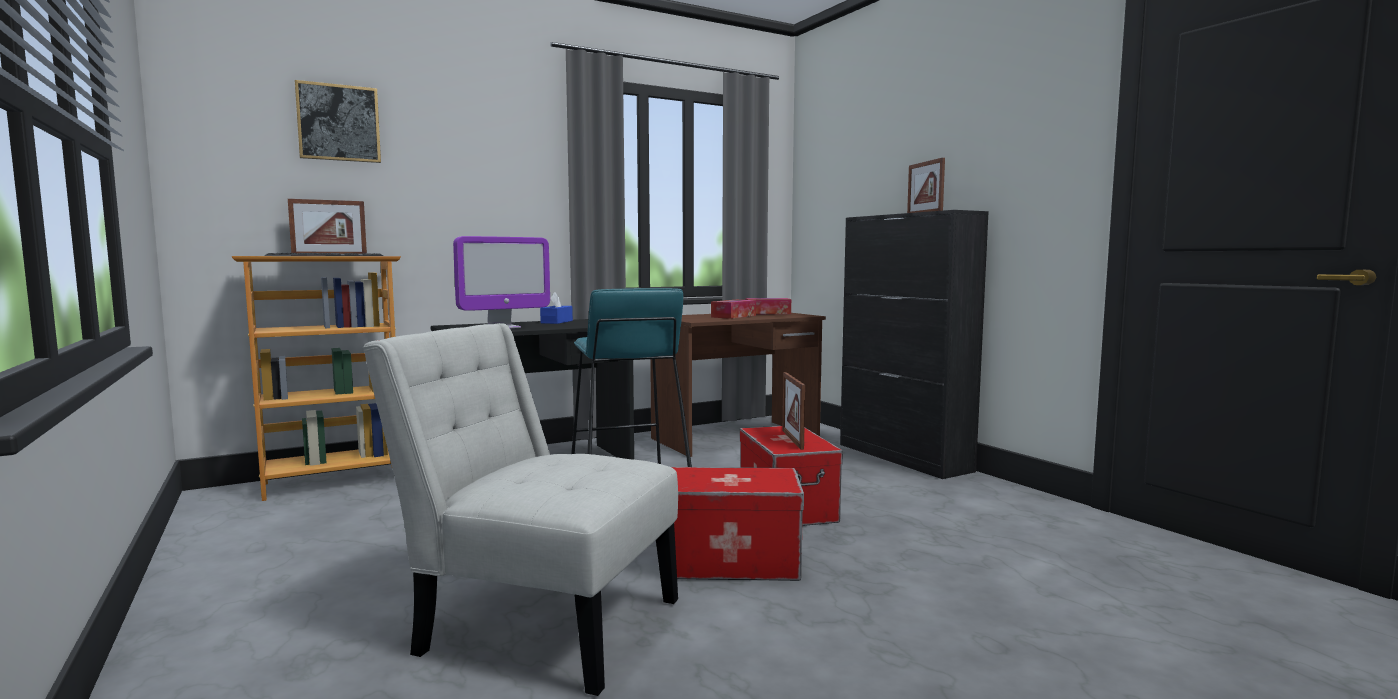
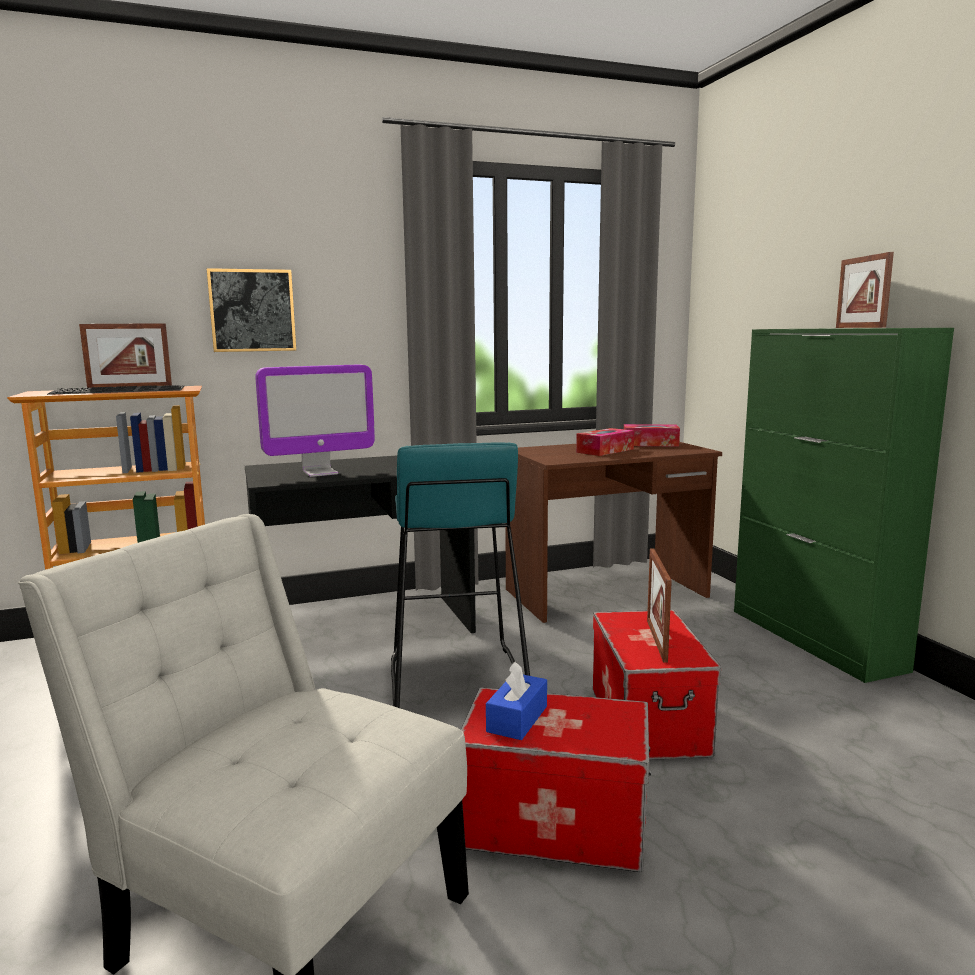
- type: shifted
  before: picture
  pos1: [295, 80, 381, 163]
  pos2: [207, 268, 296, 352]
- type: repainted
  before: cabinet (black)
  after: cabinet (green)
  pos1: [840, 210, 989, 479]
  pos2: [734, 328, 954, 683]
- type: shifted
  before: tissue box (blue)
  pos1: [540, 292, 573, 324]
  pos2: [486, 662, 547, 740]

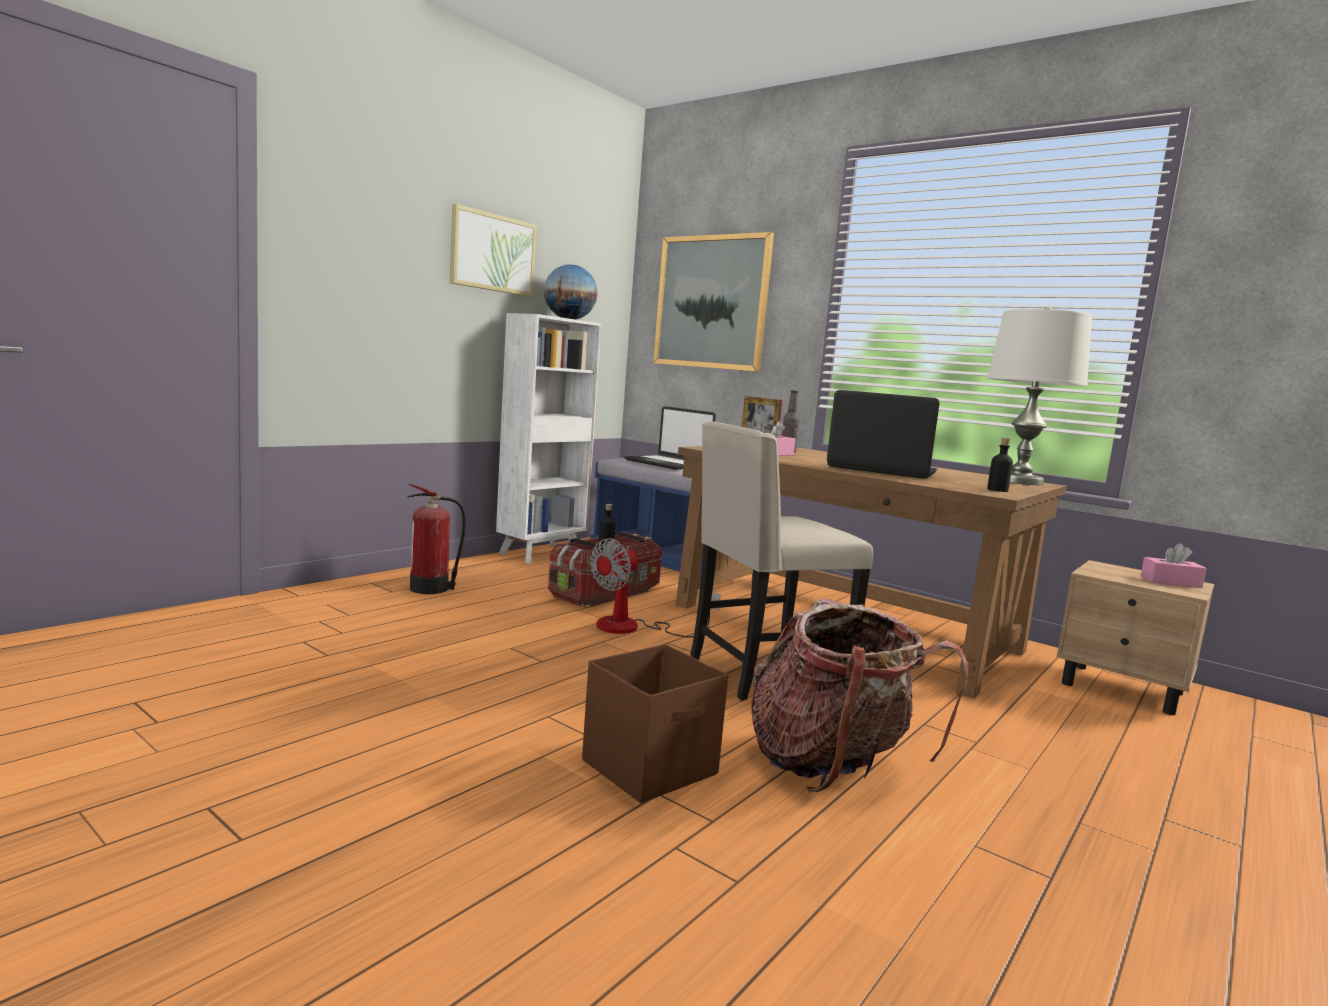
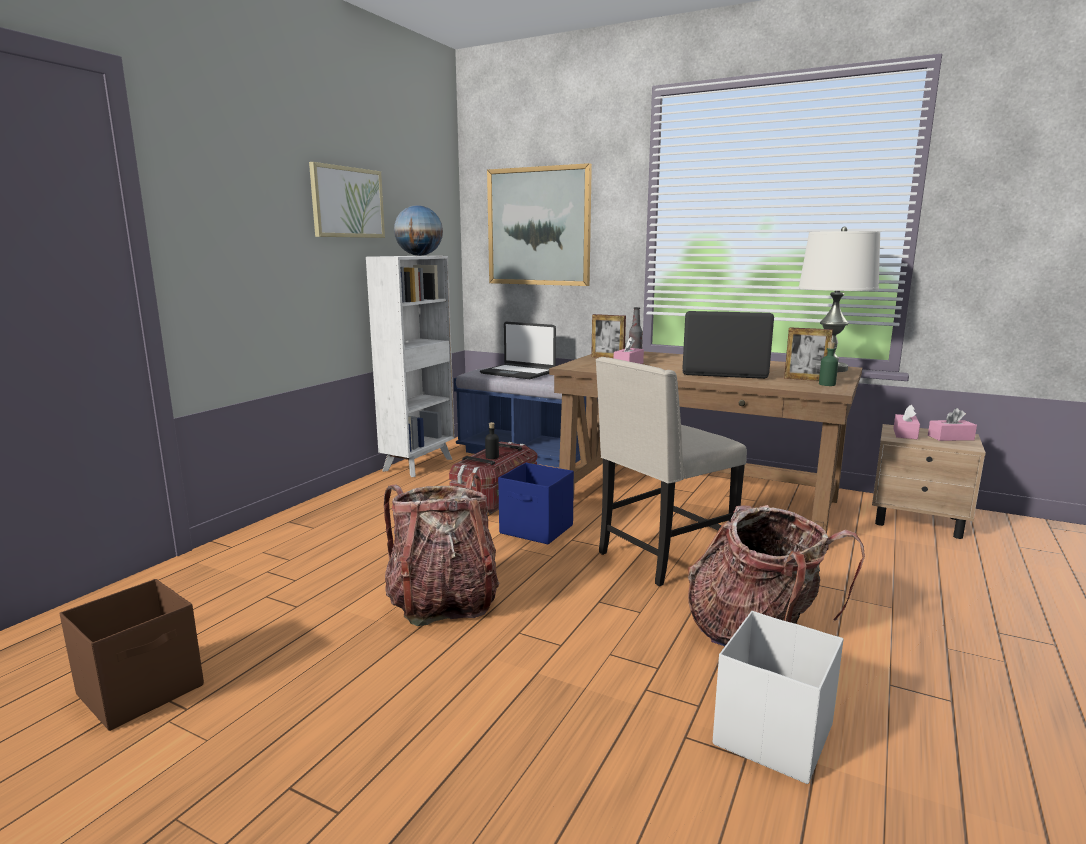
- type: repainted
  before: bottle (black)
  after: bottle (green)
  pos1: [987, 438, 1013, 492]
  pos2: [819, 342, 838, 386]
- type: gone
  before: fire extinguisher
  pos1: [407, 484, 466, 594]
- type: swapped
  before: fan
  after: storage box (blue)
  pos1: [590, 538, 720, 638]
  pos2: [498, 463, 574, 544]
- type: shifted
  before: storage box (brown)
  pos1: [582, 644, 728, 803]
  pos2: [60, 579, 204, 731]
- type: new
  after: picture frame
  pos2: [784, 327, 833, 381]
- type: new
  after: tissue box (pink)
  pos2: [893, 405, 920, 439]
- type: new
  after: backpack
  pos2: [384, 473, 500, 626]
- type: new
  after: storage box (white)
  pos2: [713, 611, 843, 784]

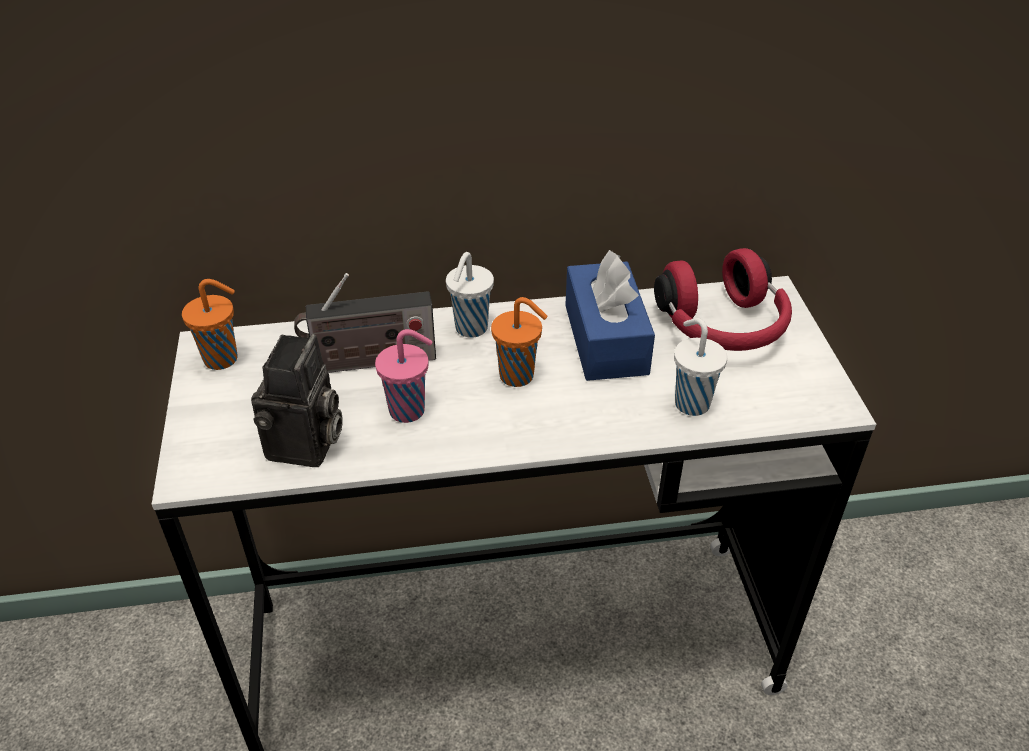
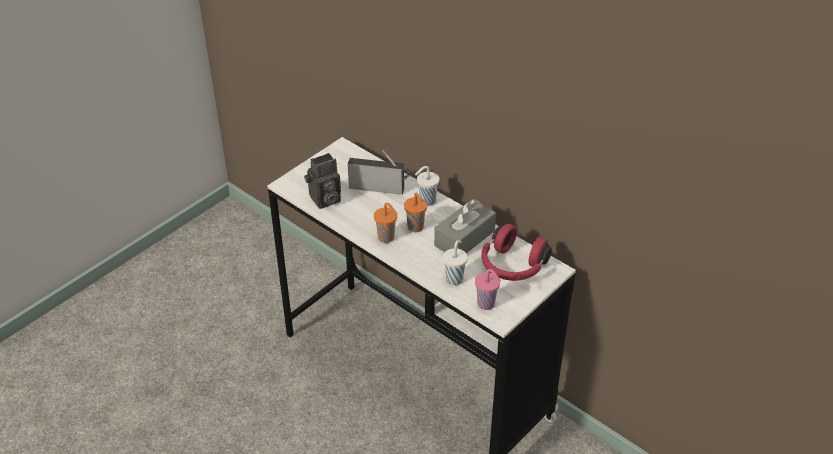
- type: repainted
  before: tissue box (blue)
  after: tissue box (grey)
  pos1: [565, 250, 655, 381]
  pos2: [434, 199, 496, 253]
- type: rotated
  before: radio
  pos1: [294, 273, 436, 373]
  pos2: [348, 150, 410, 195]
  turn: 150
- type: shifted
  before: cup (orange)
  pos1: [182, 279, 238, 370]
  pos2: [374, 203, 397, 243]
- type: shifted
  before: cup (pink)
  pos1: [375, 329, 432, 423]
  pos2: [475, 269, 501, 310]

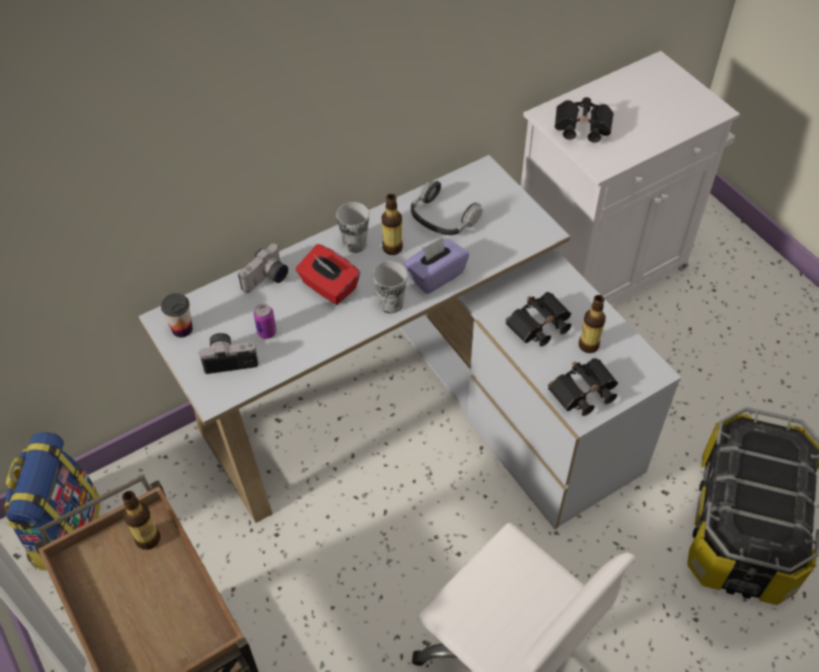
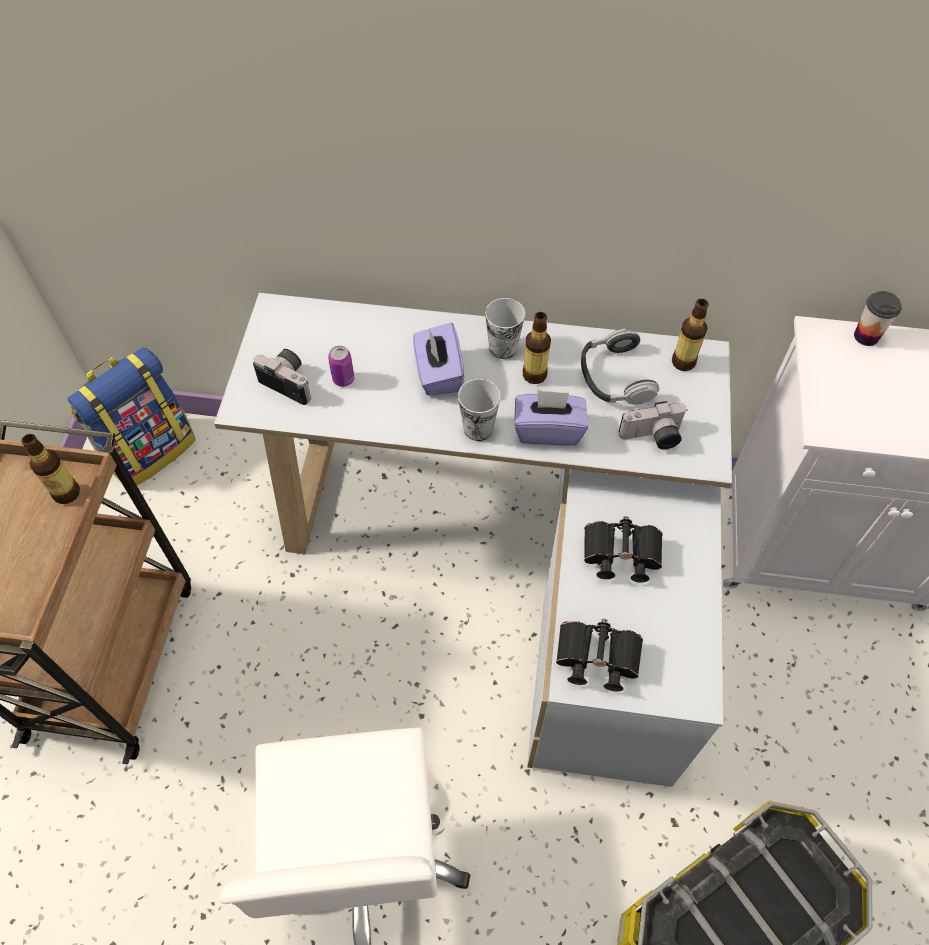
- type: gone
  before: binoculars (black)
  pos1: [555, 97, 614, 143]
- type: shifted
  before: photo camera
  pos1: [238, 244, 288, 293]
  pos2: [619, 401, 687, 449]
- type: repainted
  before: tissue box (red)
  after: tissue box (purple)
  pos1: [296, 244, 360, 305]
  pos2: [413, 323, 464, 396]
- type: shifted
  before: cup
  pos1: [161, 293, 193, 338]
  pos2: [854, 291, 902, 346]
- type: shifted
  before: bottle
  pos1: [579, 295, 606, 353]
  pos2: [672, 299, 709, 371]

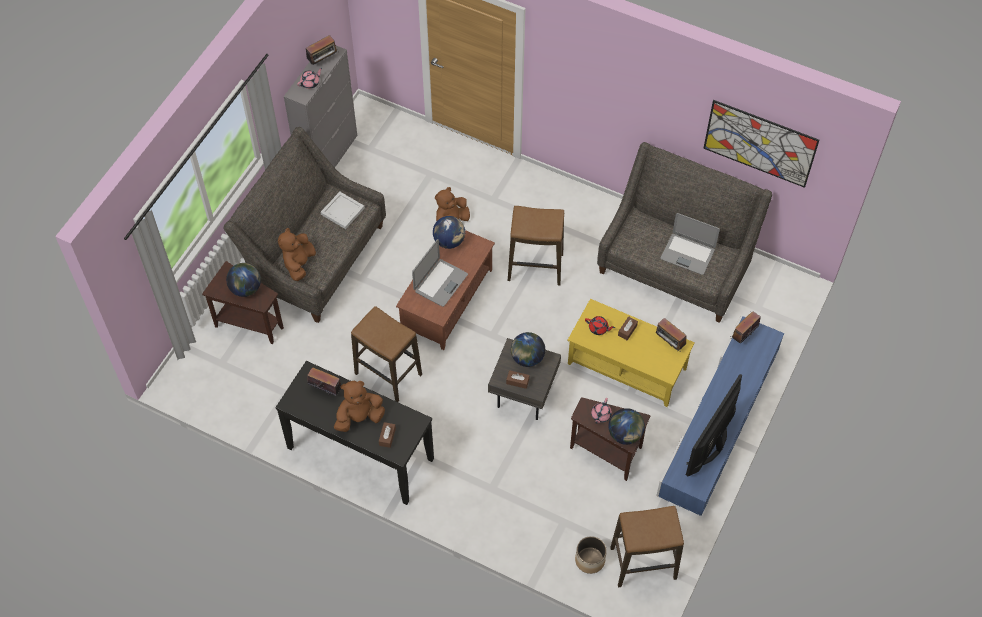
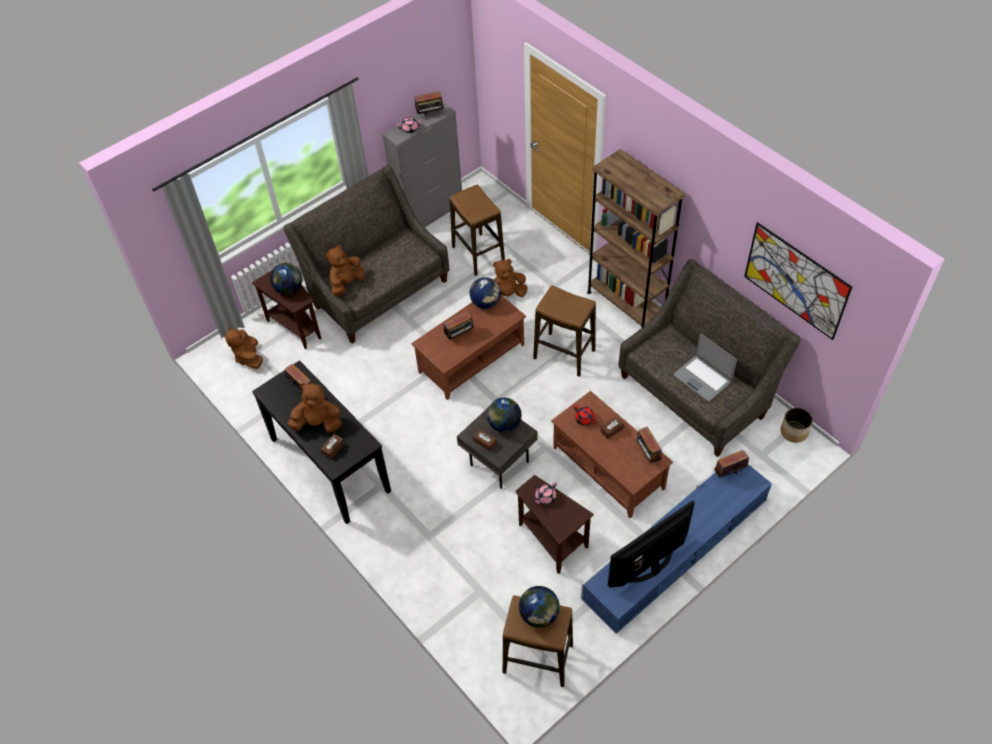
- type: gone
  before: tray (white)
  pos1: [321, 192, 365, 229]
- type: swapped
  before: laptop
  after: radio
  pos1: [412, 239, 468, 307]
  pos2: [443, 311, 476, 339]
- type: repainted
  before: coffee table (yellow)
  after: coffee table (brown)
  pos1: [568, 299, 695, 407]
  pos2: [551, 391, 673, 518]
- type: shifted
  before: stool
  pos1: [351, 306, 422, 402]
  pos2: [449, 184, 505, 276]
- type: shifted
  before: globe
  pos1: [609, 408, 645, 445]
  pos2: [519, 586, 560, 628]
- type: shifted
  before: planter
  pos1: [575, 536, 607, 574]
  pos2: [781, 407, 813, 443]
- type: new
  after: bookcase (brown)
  pos2: [587, 149, 686, 328]
- type: new
  after: plush toy (brown)
  pos2: [225, 327, 263, 369]

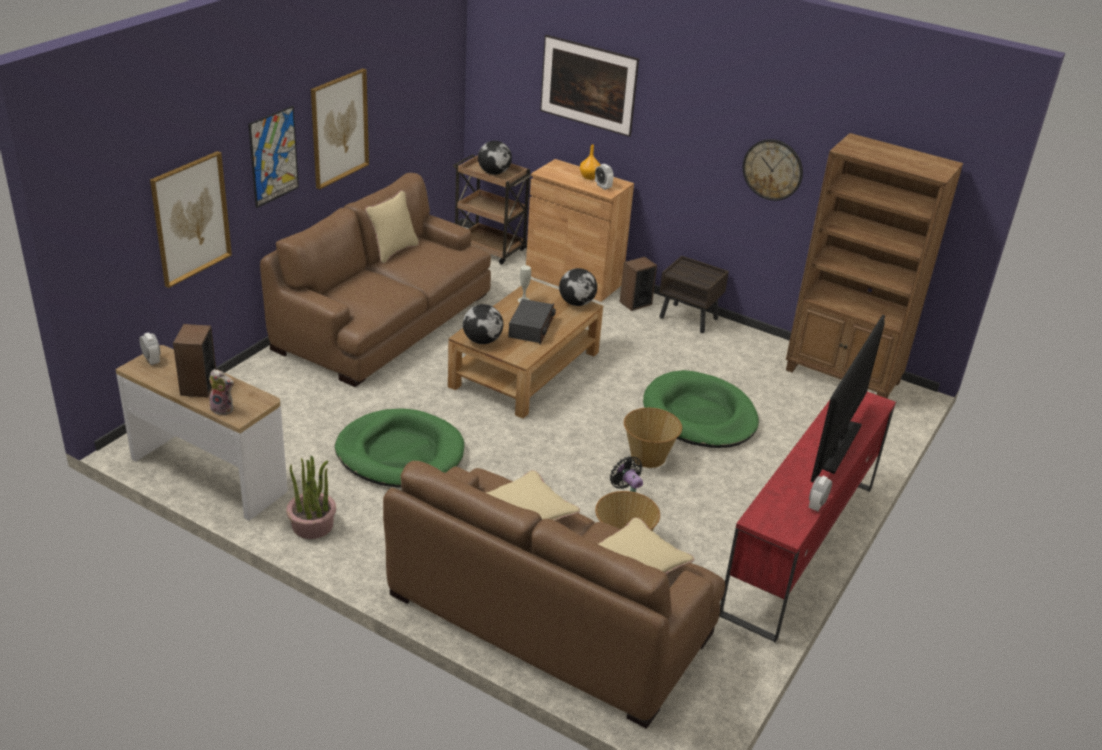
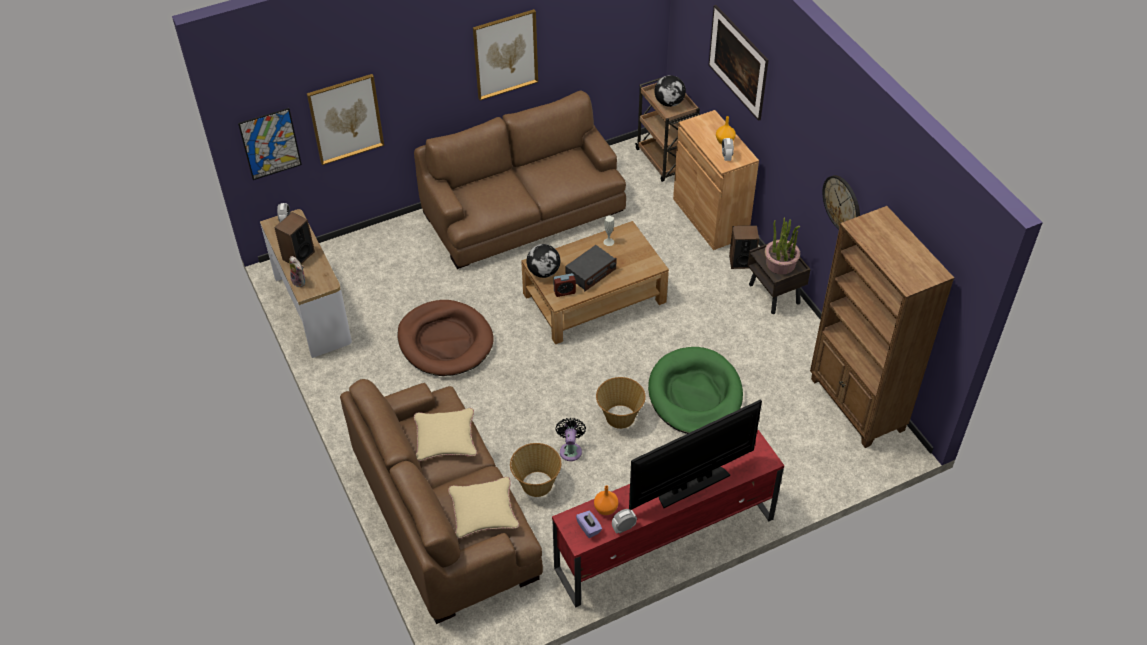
- type: shifted
  before: picture
  pos1: [248, 106, 299, 208]
  pos2: [238, 108, 302, 180]
- type: gone
  before: pillow (beige)
  pos1: [365, 190, 419, 264]
- type: gone
  before: globe
  pos1: [559, 268, 597, 306]
- type: repainted
  before: dog bed (green)
  after: dog bed (brown)
  pos1: [335, 409, 464, 487]
  pos2: [398, 300, 494, 376]
- type: shifted
  before: potted plant
  pos1: [286, 456, 336, 539]
  pos2: [765, 218, 800, 274]
- type: new
  after: alarm clock
  pos2: [553, 273, 576, 297]
- type: new
  after: vase (orange)
  pos2: [594, 485, 618, 515]
- type: new
  after: tissue box (purple)
  pos2: [576, 511, 602, 538]

